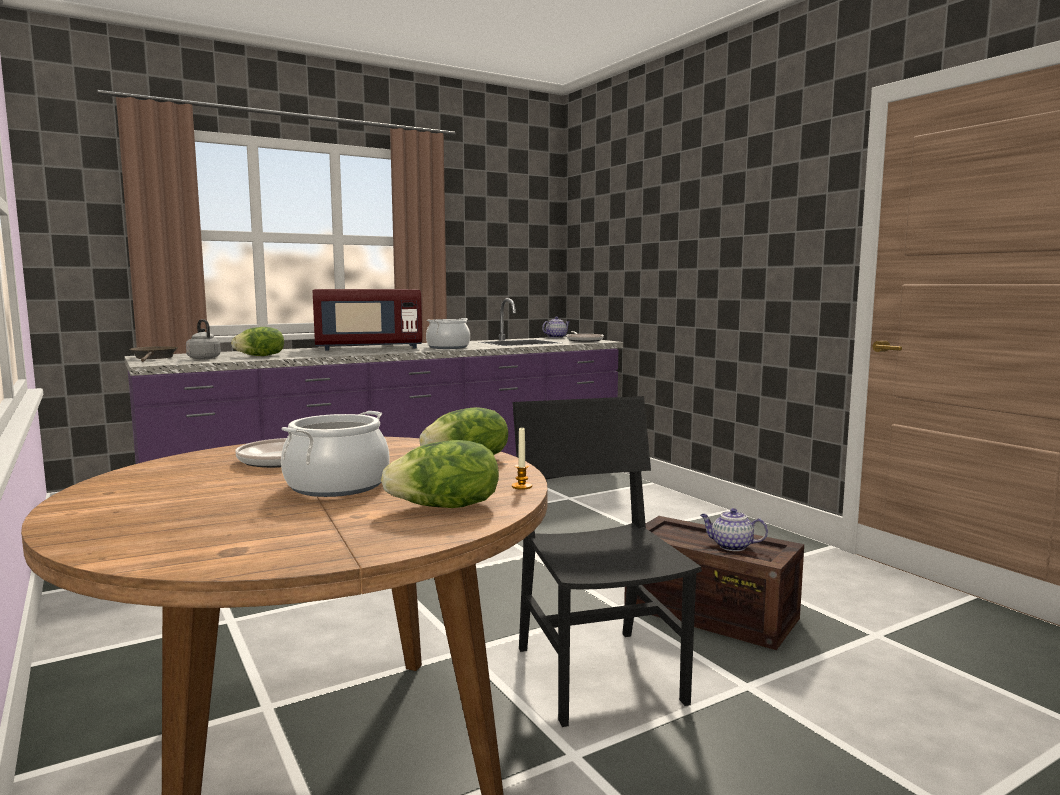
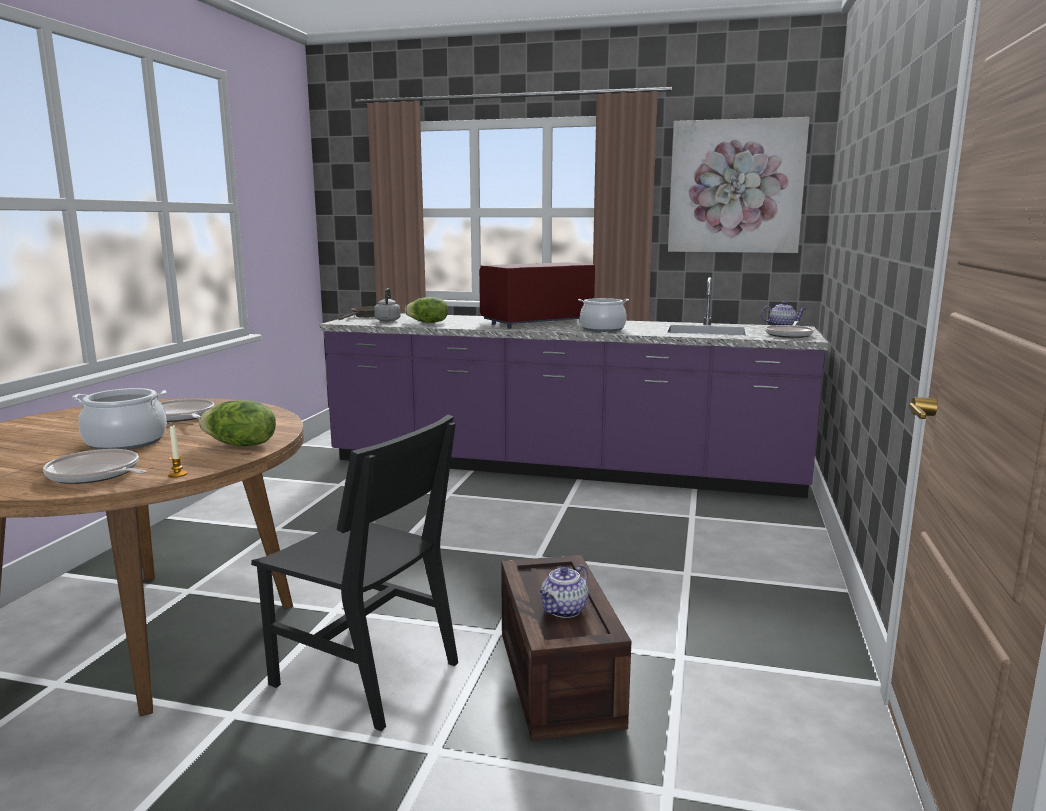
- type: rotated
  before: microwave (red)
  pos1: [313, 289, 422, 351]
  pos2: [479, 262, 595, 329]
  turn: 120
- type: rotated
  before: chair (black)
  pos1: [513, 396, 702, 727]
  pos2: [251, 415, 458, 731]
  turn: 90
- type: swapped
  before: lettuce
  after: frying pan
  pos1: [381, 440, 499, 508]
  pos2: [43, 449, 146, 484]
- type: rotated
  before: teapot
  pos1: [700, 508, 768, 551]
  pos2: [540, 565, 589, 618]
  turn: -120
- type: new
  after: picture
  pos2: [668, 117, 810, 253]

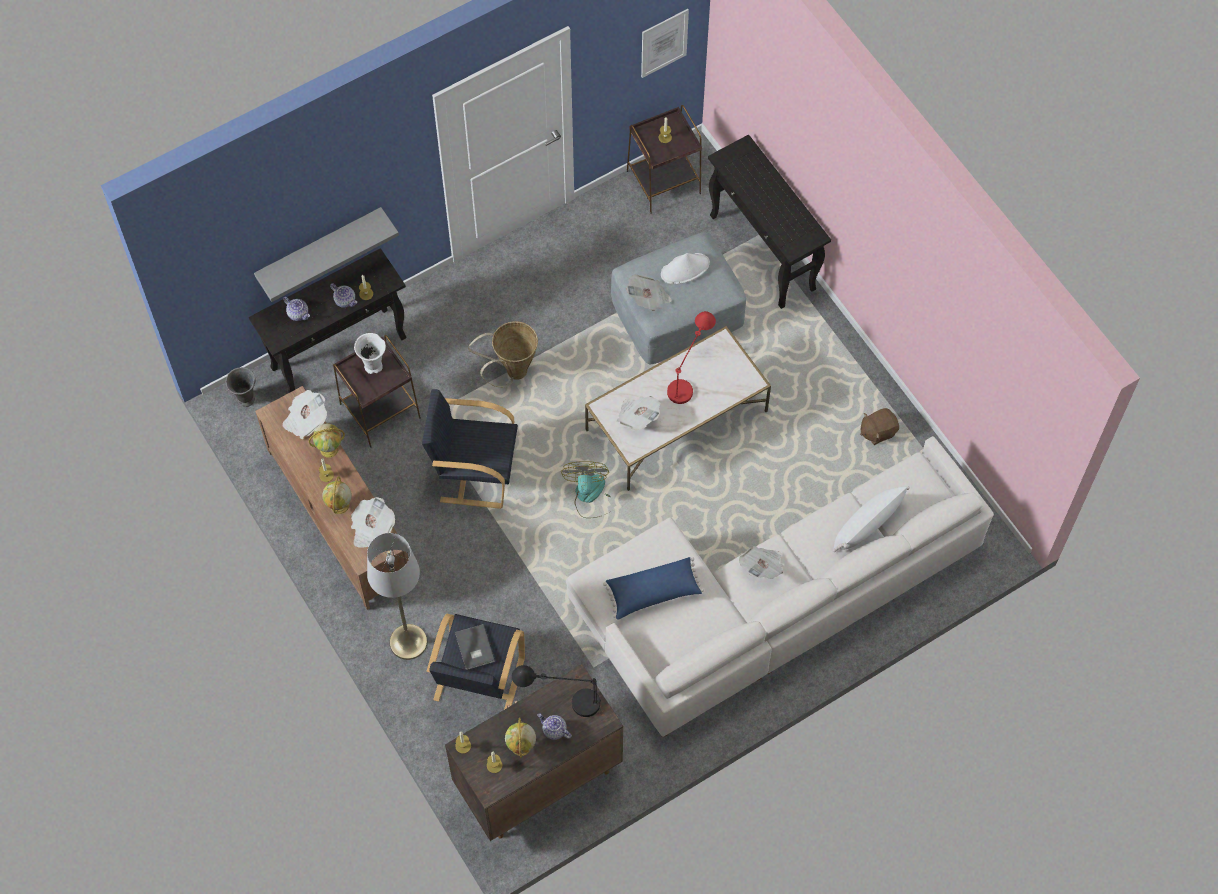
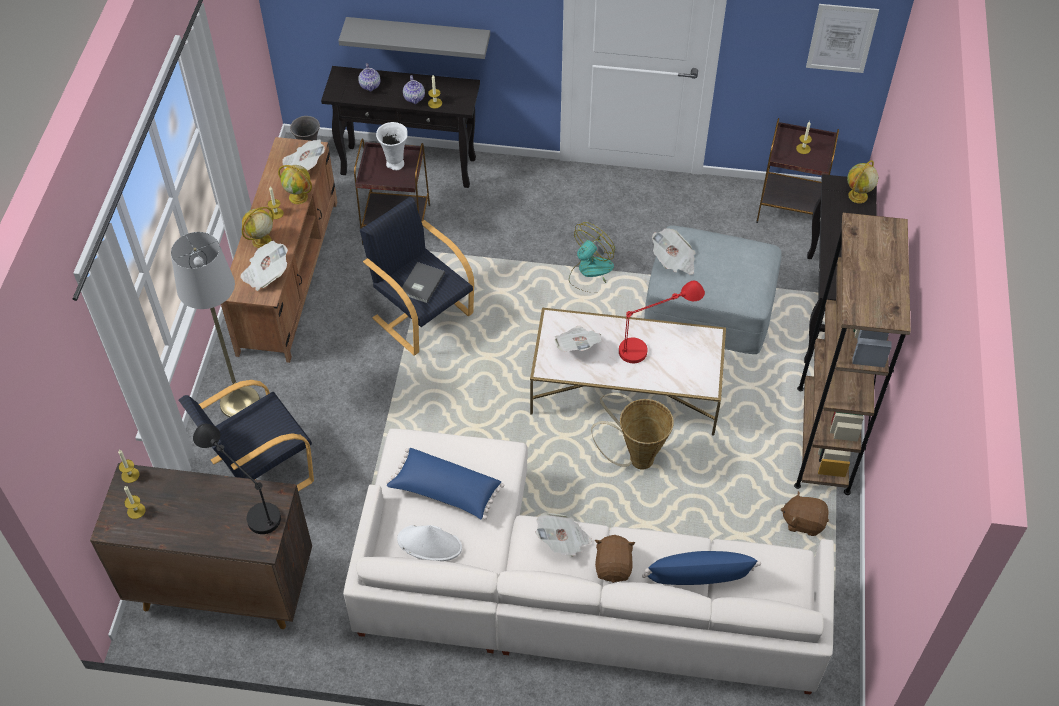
- type: shifted
  before: hat (white)
  pos1: [661, 253, 710, 284]
  pos2: [397, 525, 462, 561]
- type: shifted
  before: basket
  pos1: [468, 321, 538, 388]
  pos2: [591, 393, 674, 469]
- type: shifted
  before: fan
  pos1: [561, 461, 612, 518]
  pos2: [569, 222, 615, 293]
- type: repainted
  before: pillow (white)
  after: pillow (blue)
  pos1: [833, 486, 910, 552]
  pos2: [642, 551, 761, 585]
- type: shifted
  before: book (grey)
  pos1: [455, 624, 495, 670]
  pos2: [402, 262, 445, 303]
- type: gone
  before: teapot
  pos1: [537, 714, 572, 740]
- type: shifted
  before: globe
  pos1: [505, 717, 536, 758]
  pos2: [847, 160, 878, 203]
- type: new
  after: bookcase (brown)
  pos2: [794, 213, 911, 495]
- type: new
  after: plush toy (brown)
  pos2: [595, 535, 635, 583]

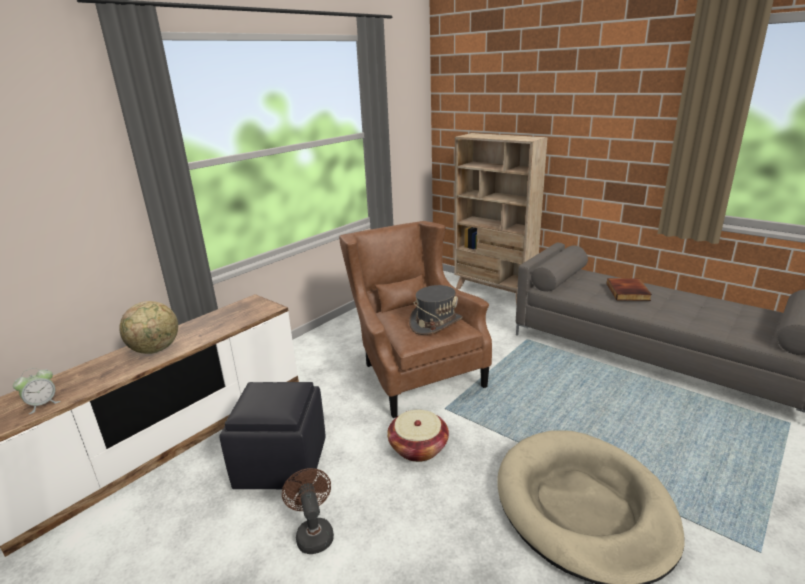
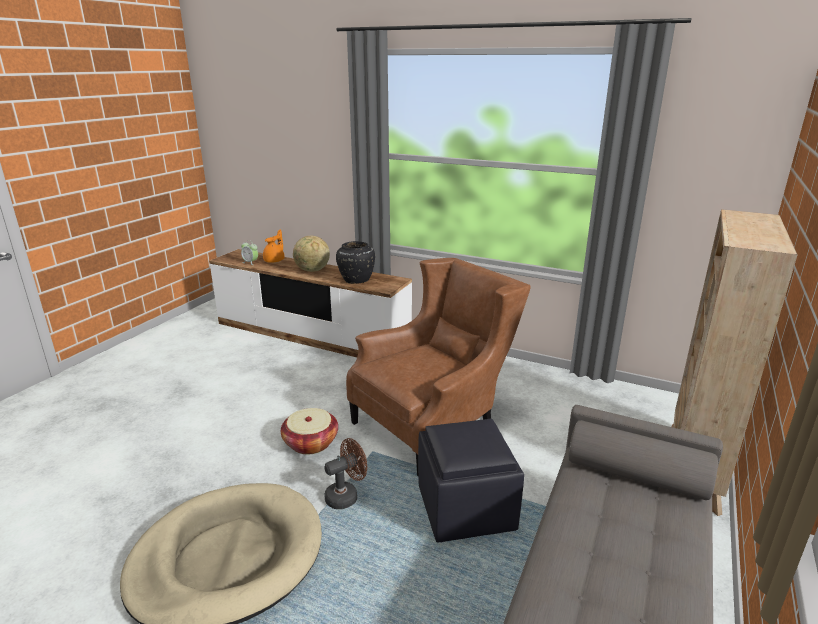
- type: gone
  before: book
  pos1: [606, 278, 652, 301]
- type: gone
  before: hat (grey)
  pos1: [409, 285, 463, 335]
- type: shifted
  before: ottoman (black)
  pos1: [219, 382, 326, 490]
  pos2: [418, 419, 524, 543]
- type: shifted
  before: fan (brown)
  pos1: [282, 468, 334, 554]
  pos2: [324, 438, 367, 509]
- type: new
  after: teapot (orange)
  pos2: [263, 230, 284, 263]
- type: new
  after: vase (black)
  pos2: [336, 241, 375, 284]

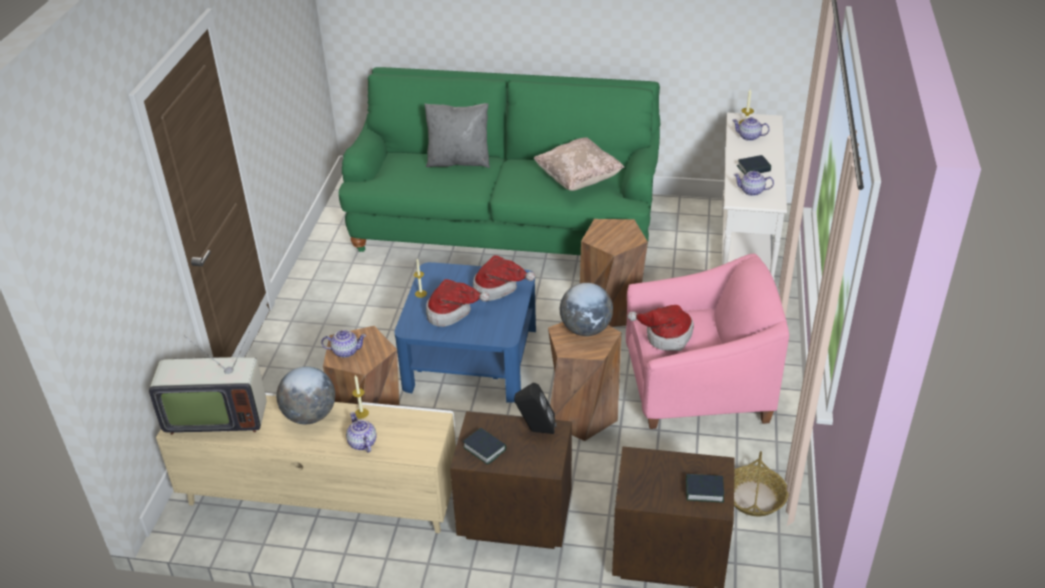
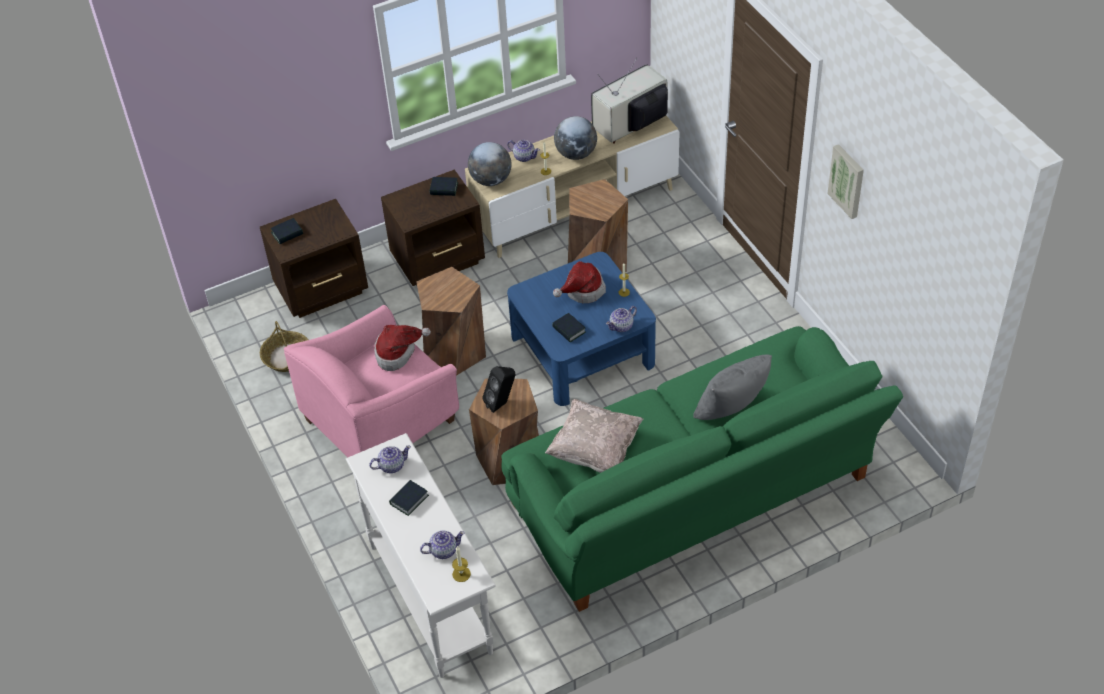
- type: swapped
  before: hat
  after: book
  pos1: [473, 255, 535, 301]
  pos2: [552, 313, 586, 342]
- type: shifted
  before: globe
  pos1: [560, 283, 613, 336]
  pos2: [468, 142, 512, 186]
- type: shifted
  before: teapot
  pos1: [321, 330, 366, 358]
  pos2: [606, 306, 637, 332]
- type: shifted
  before: speaker (black)
  pos1: [514, 383, 557, 434]
  pos2: [482, 366, 516, 413]
- type: new
  after: picture
  pos2: [827, 144, 864, 219]

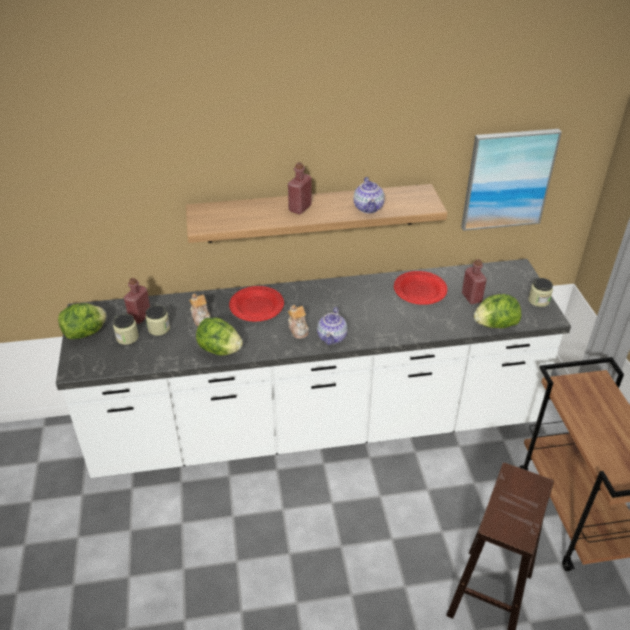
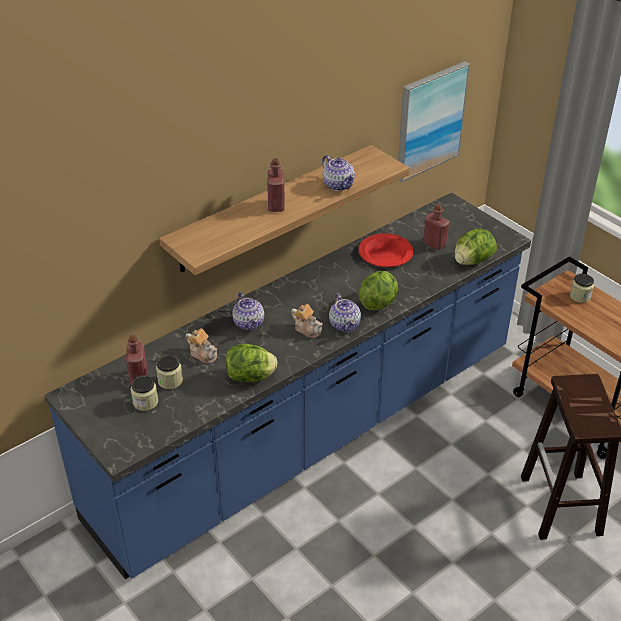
- type: repainted
  before: counter (white)
  after: counter (blue)
  pos1: [56, 259, 571, 478]
  pos2: [45, 193, 531, 580]
- type: shifted
  before: jar
  pos1: [528, 278, 553, 307]
  pos2: [570, 273, 594, 303]
- type: swapped
  before: plate (red)
  after: teapot
  pos1: [229, 286, 284, 322]
  pos2: [232, 292, 264, 331]
- type: shifted
  before: lettuce
  pos1: [58, 303, 106, 339]
  pos2: [358, 271, 399, 311]

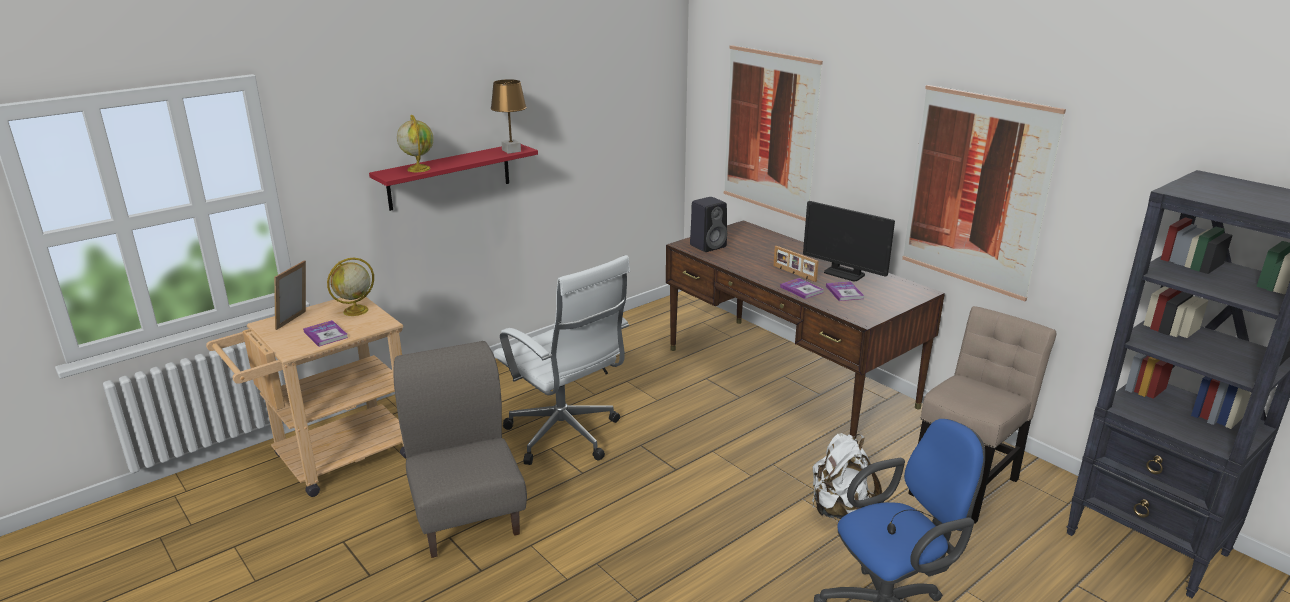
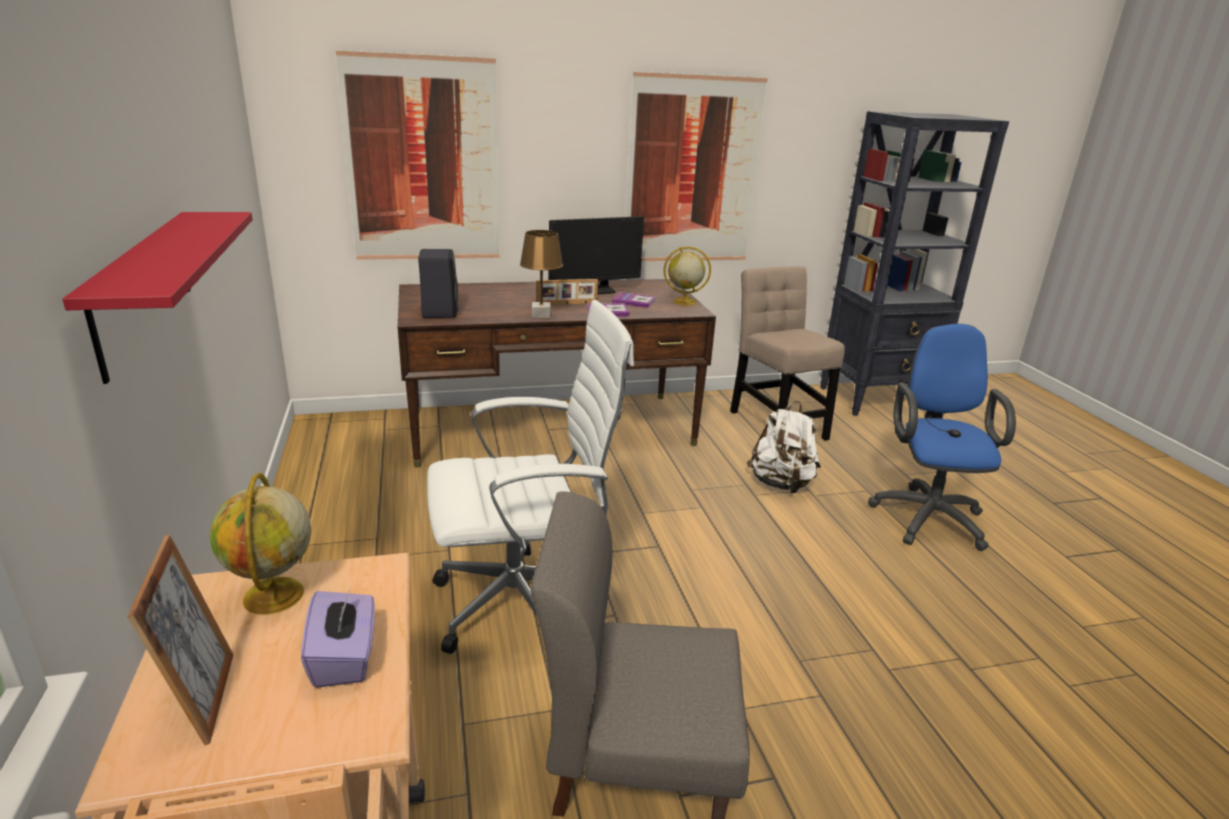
- type: shifted
  before: table lamp (brown)
  pos1: [491, 79, 527, 154]
  pos2: [520, 230, 563, 318]
- type: shifted
  before: globe
  pos1: [397, 115, 434, 172]
  pos2: [664, 247, 711, 306]
- type: rotated
  before: picture frame
  pos1: [274, 260, 306, 330]
  pos2: [127, 535, 233, 745]
  turn: -150
- type: swapped
  before: book
  after: tissue box (purple)
  pos1: [303, 320, 348, 347]
  pos2: [301, 586, 375, 688]

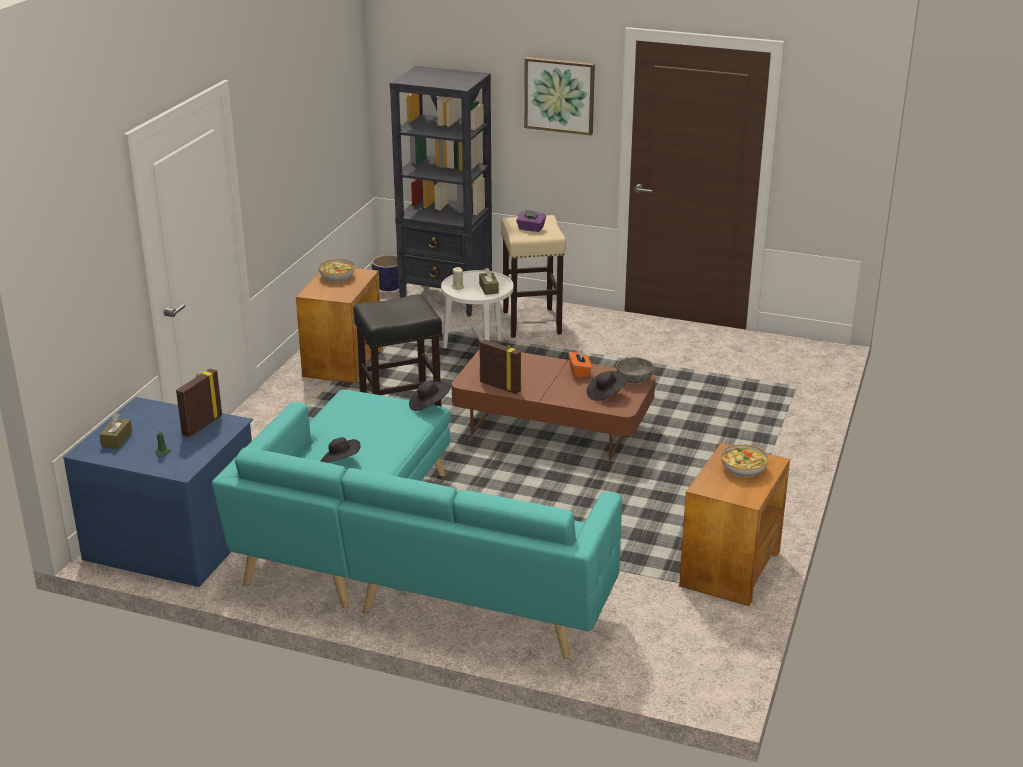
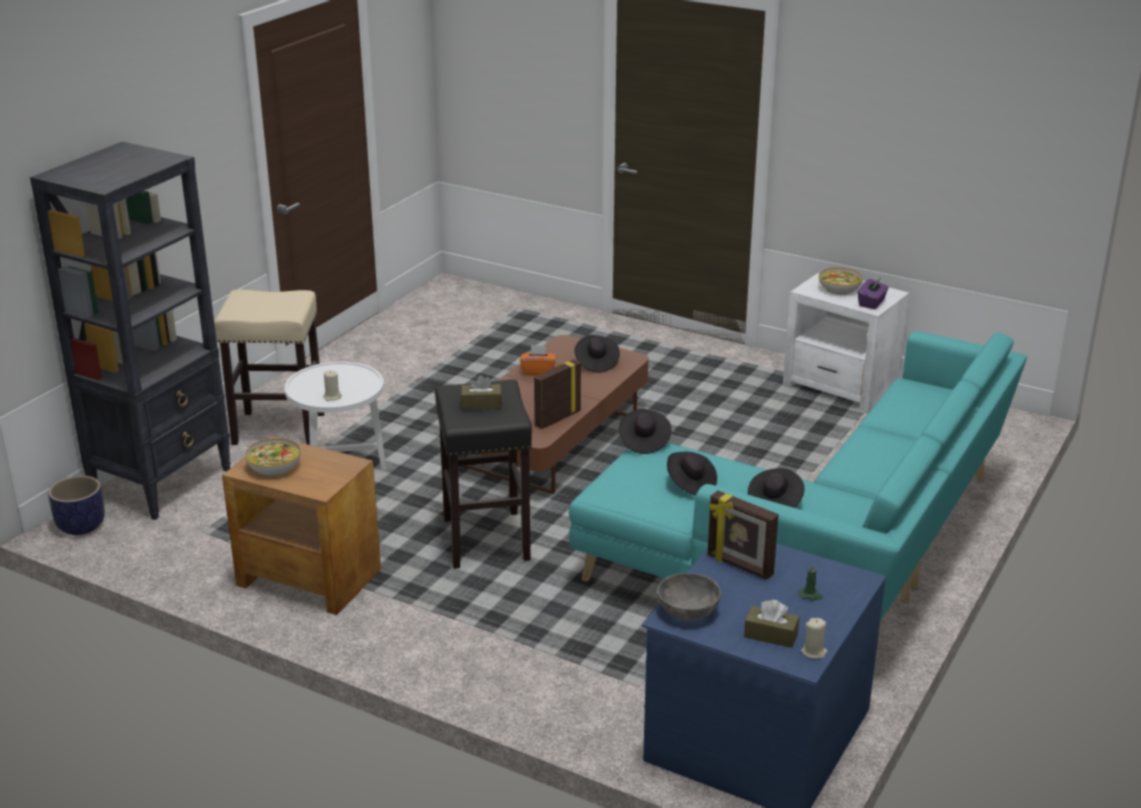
- type: gone
  before: picture
  pos1: [524, 57, 595, 135]
- type: shifted
  before: tissue box (purple)
  pos1: [516, 210, 546, 232]
  pos2: [858, 278, 889, 309]
- type: shifted
  before: tissue box (brown)
  pos1: [479, 268, 499, 295]
  pos2: [461, 375, 502, 410]
- type: shifted
  before: bowl (grey)
  pos1: [616, 357, 654, 383]
  pos2: [657, 573, 721, 620]
- type: repainted
  before: side table (brown)
  after: side table (white)
  pos1: [679, 443, 790, 606]
  pos2: [783, 270, 910, 413]
- type: new
  after: hat (black)
  pos2: [667, 452, 717, 496]
- type: new
  after: candle (beige)
  pos2: [801, 618, 827, 659]

